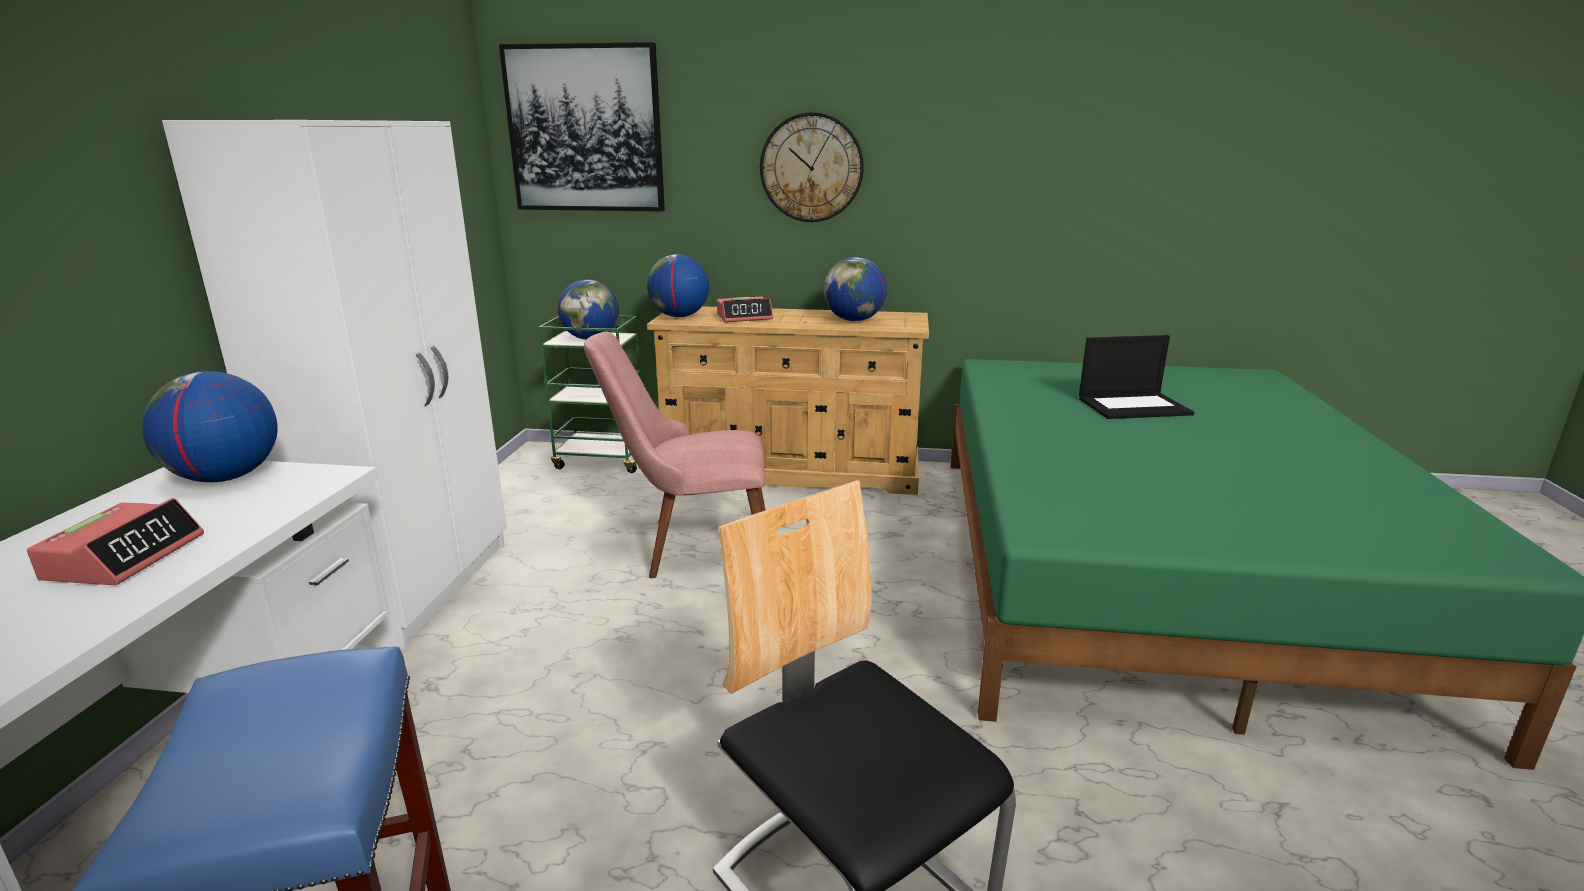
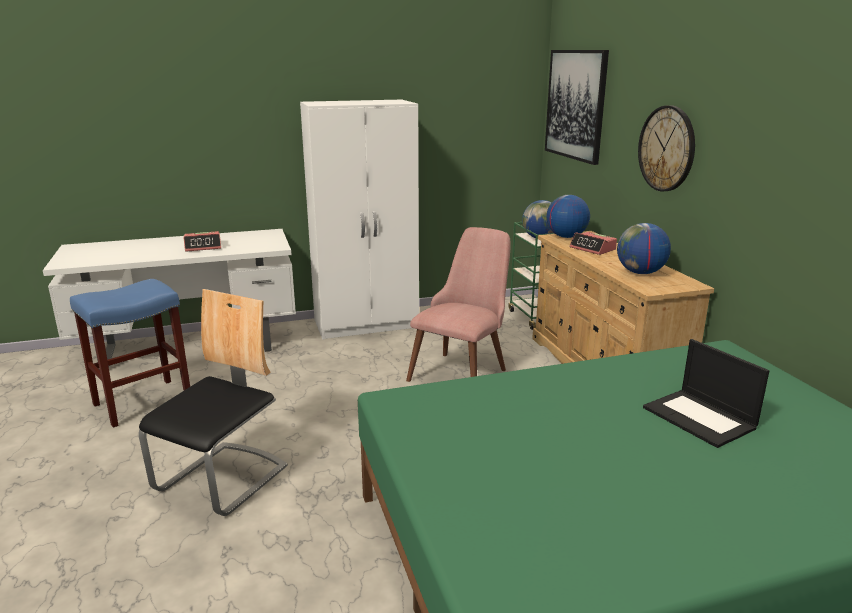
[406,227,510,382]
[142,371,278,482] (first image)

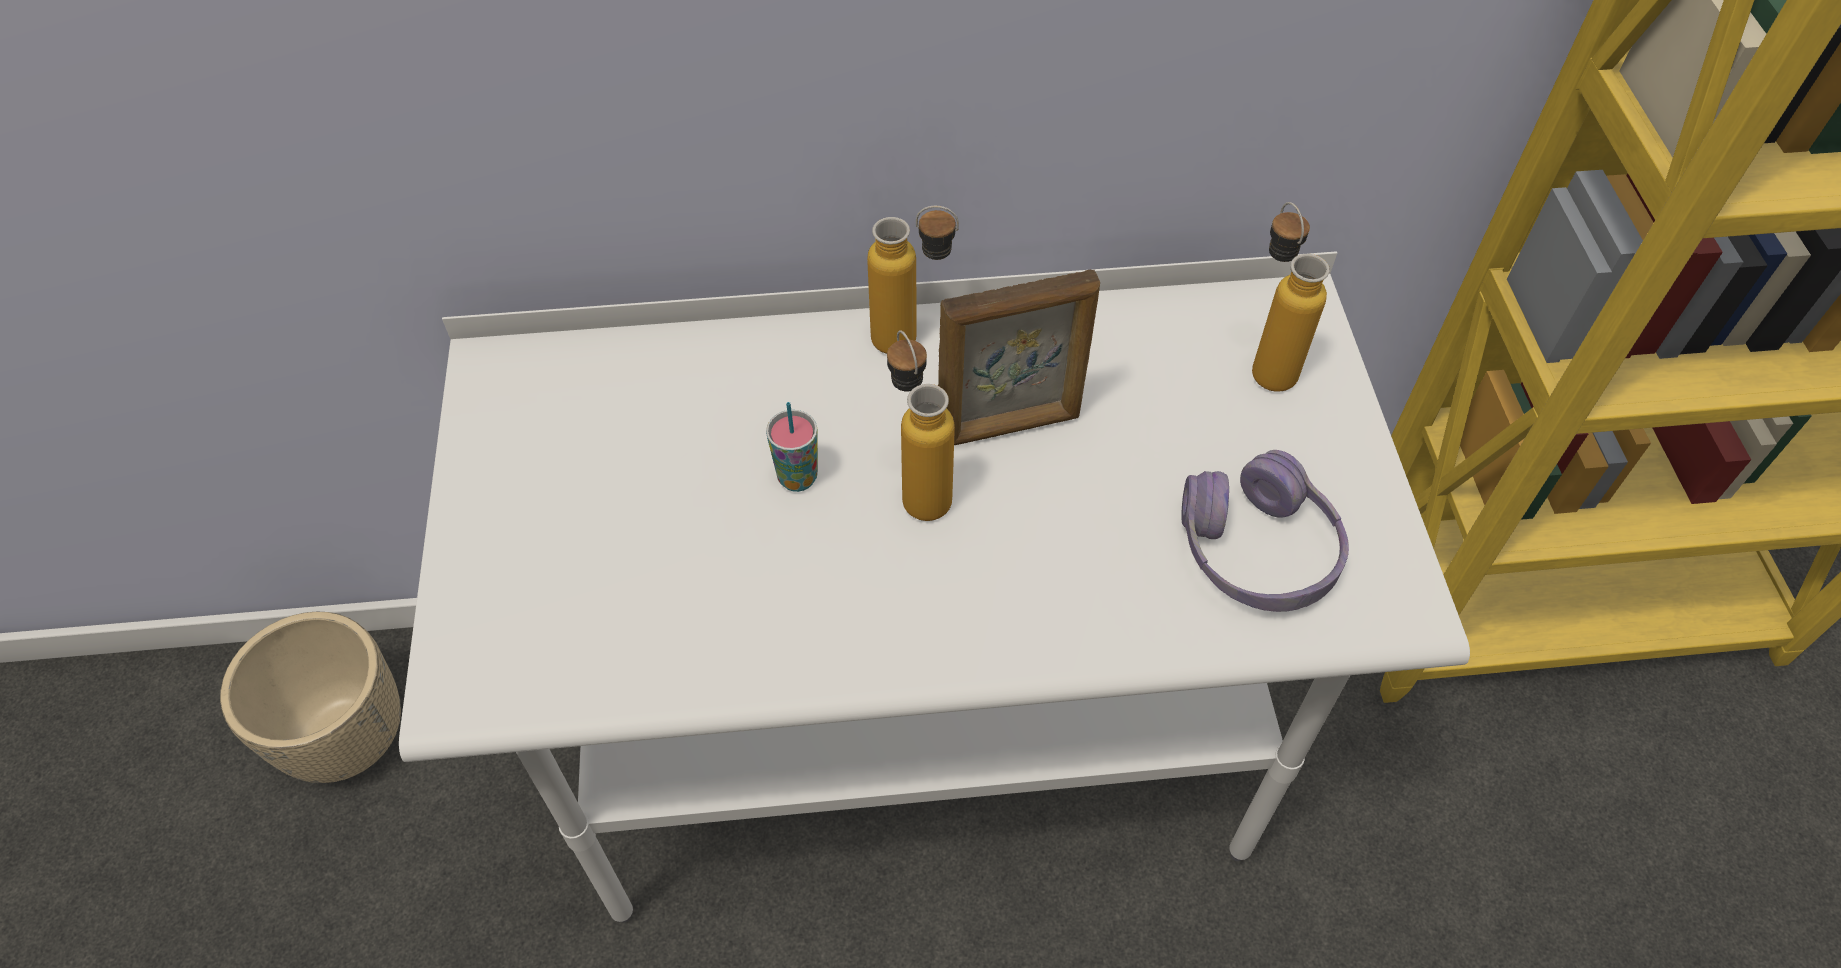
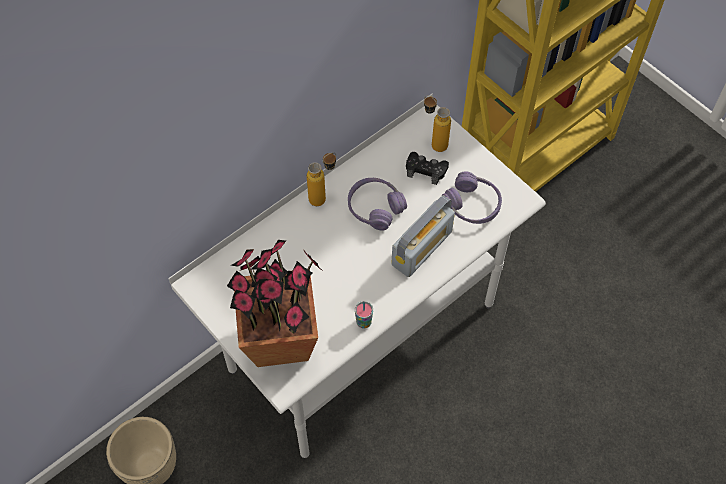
[348,178,407,231]
[887,330,955,521] (first image)
[355,301,373,328]
[406,152,449,185]
[391,195,455,277]
[227,240,322,367]

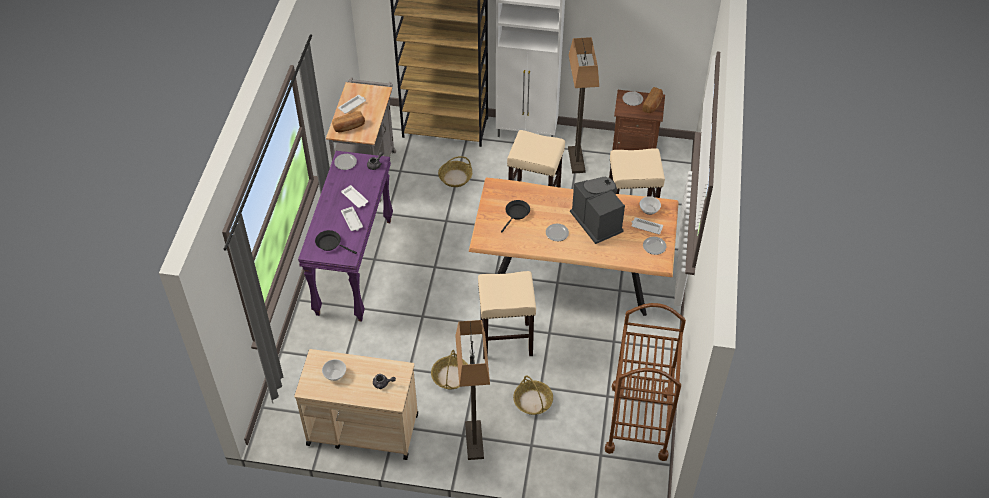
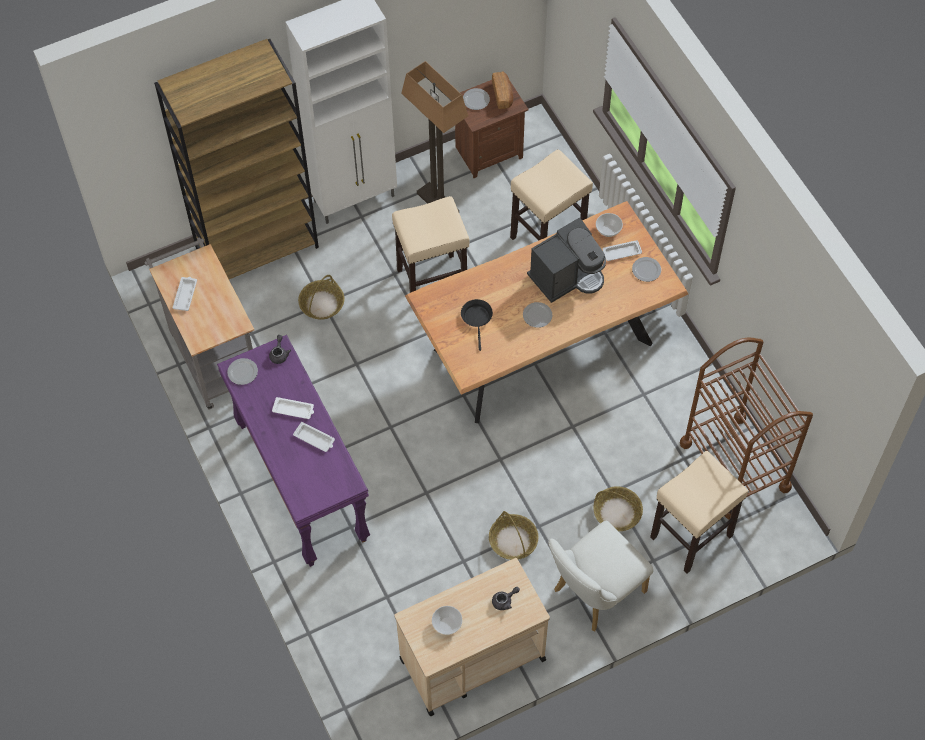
[332,111,365,132] (first image)
[527,217,606,303]
[315,230,357,254] (first image)
[650,451,748,574]
[549,521,654,631]

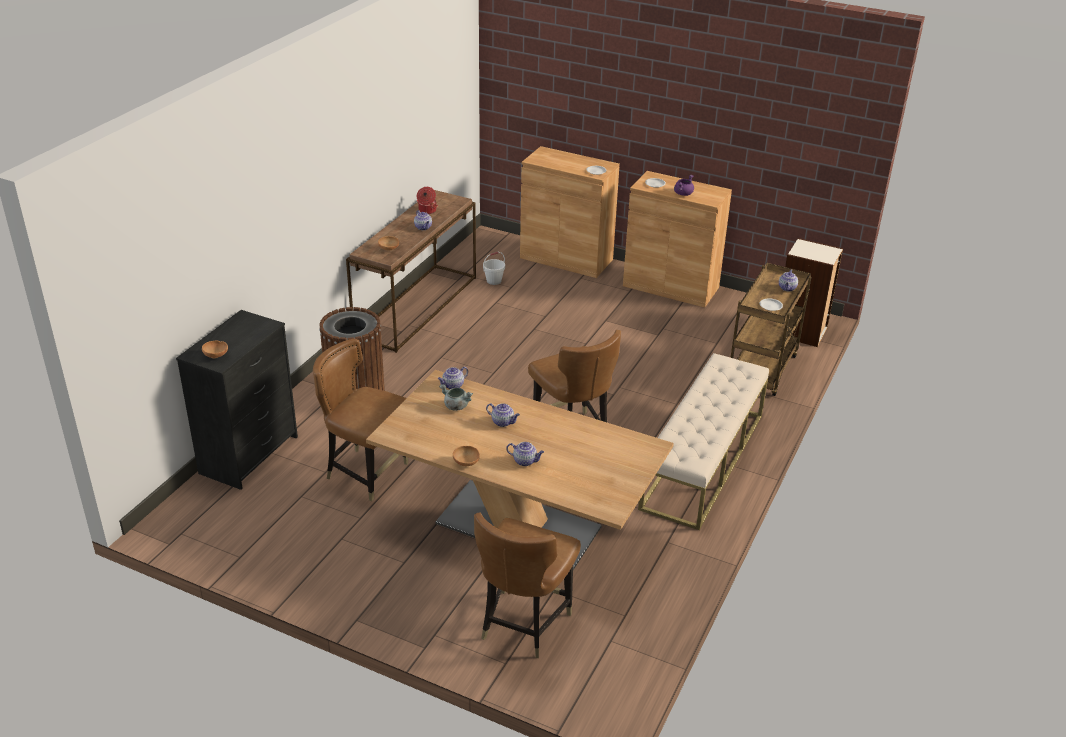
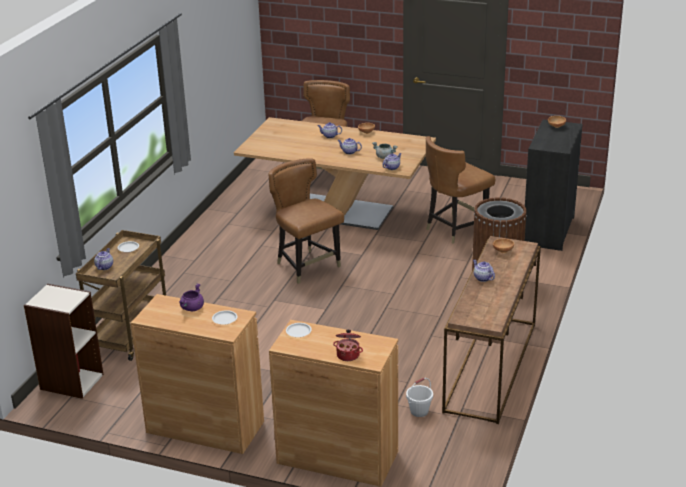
[333,330,363,361]
[426,136,495,244]
[638,353,769,530] (first image)

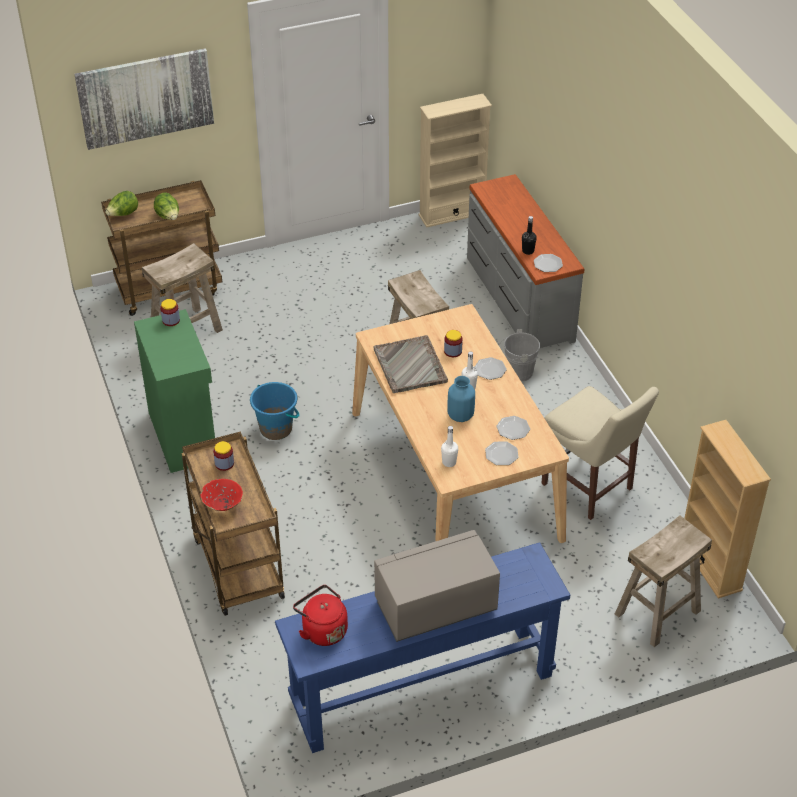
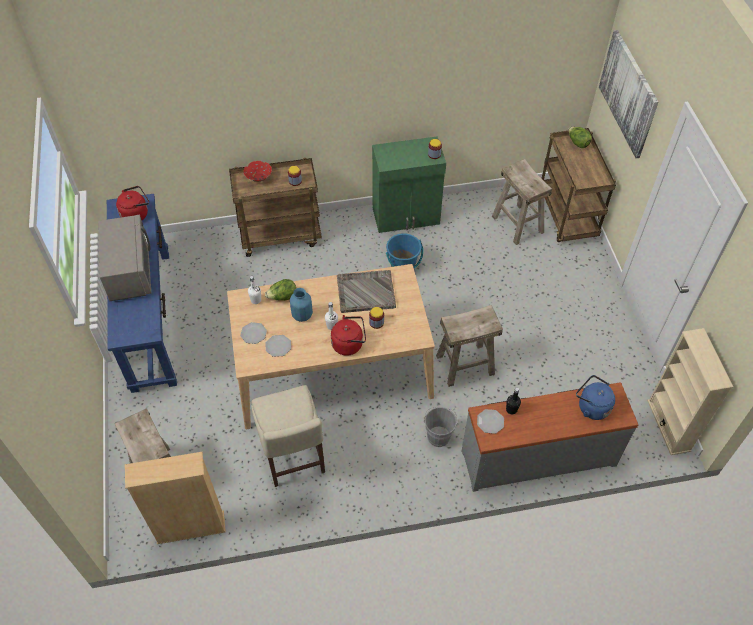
[265,279,296,301]
[331,315,366,355]
[251,385,325,487]
[576,375,615,420]

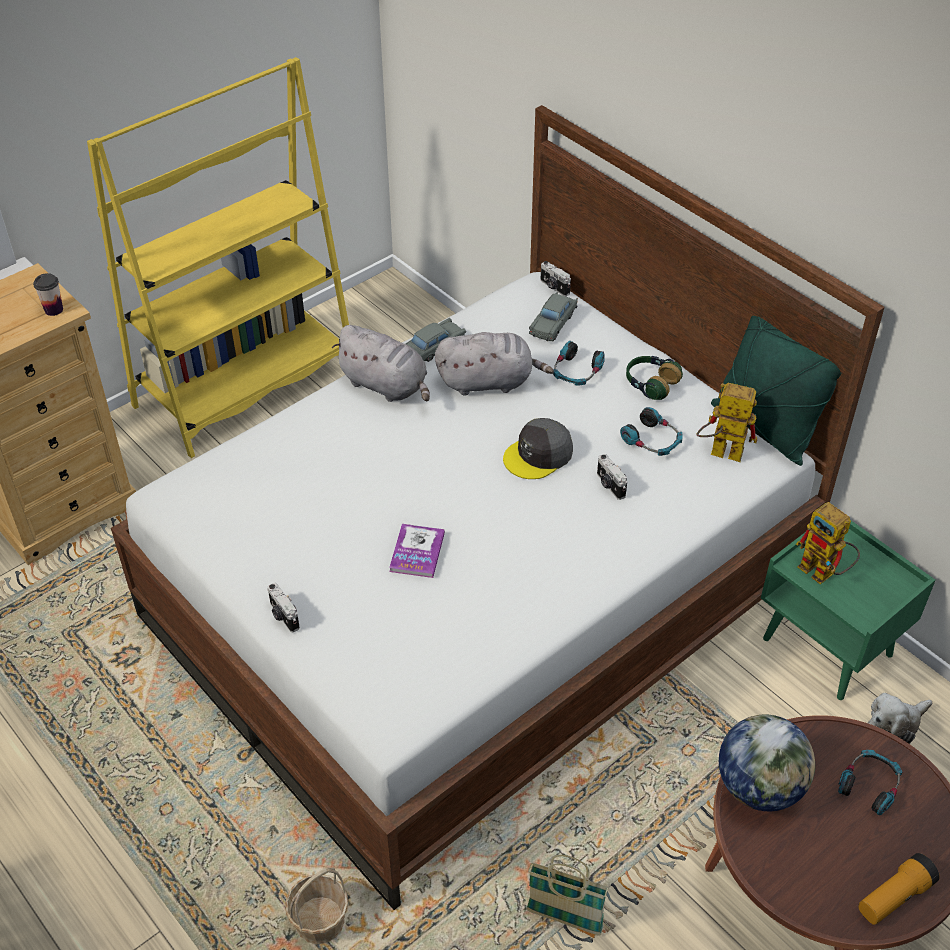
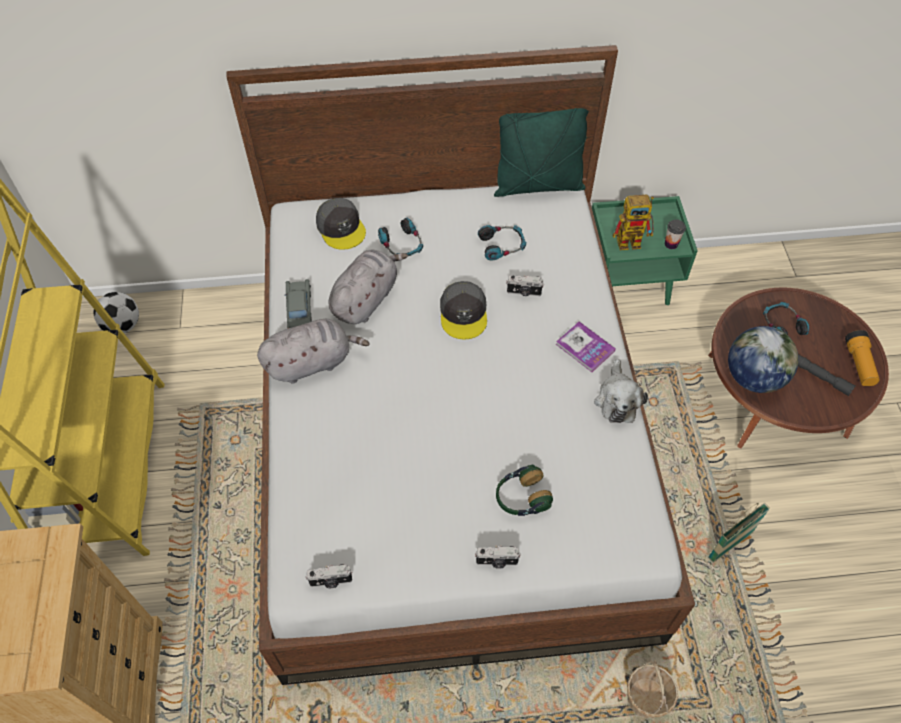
[306,564,352,588]
[665,219,686,249]
[316,198,366,250]
[496,465,553,516]
[696,383,757,462] (first image)
[556,322,616,372]
[594,359,648,423]
[93,292,139,333]
[798,354,855,396]

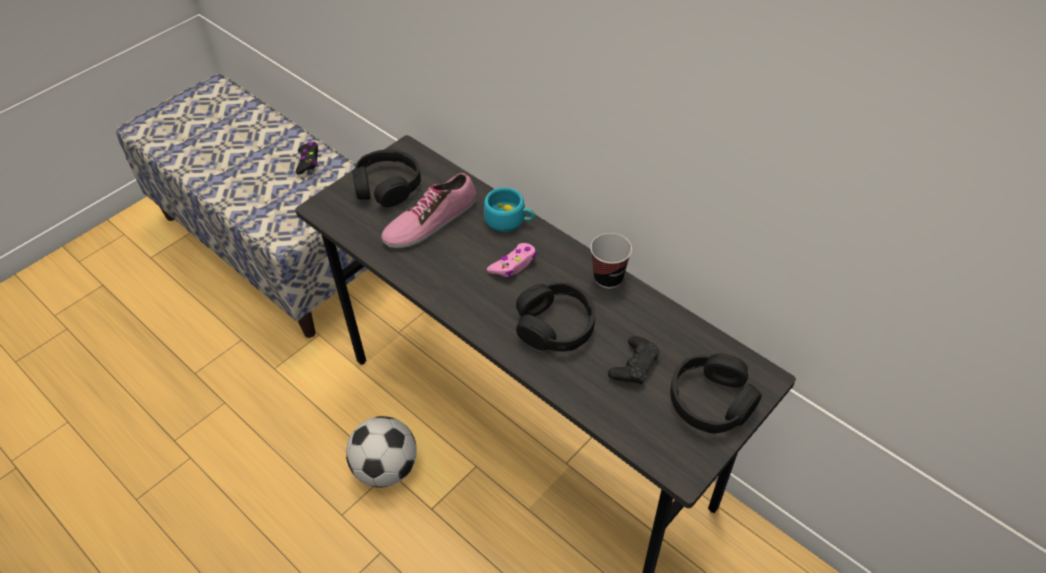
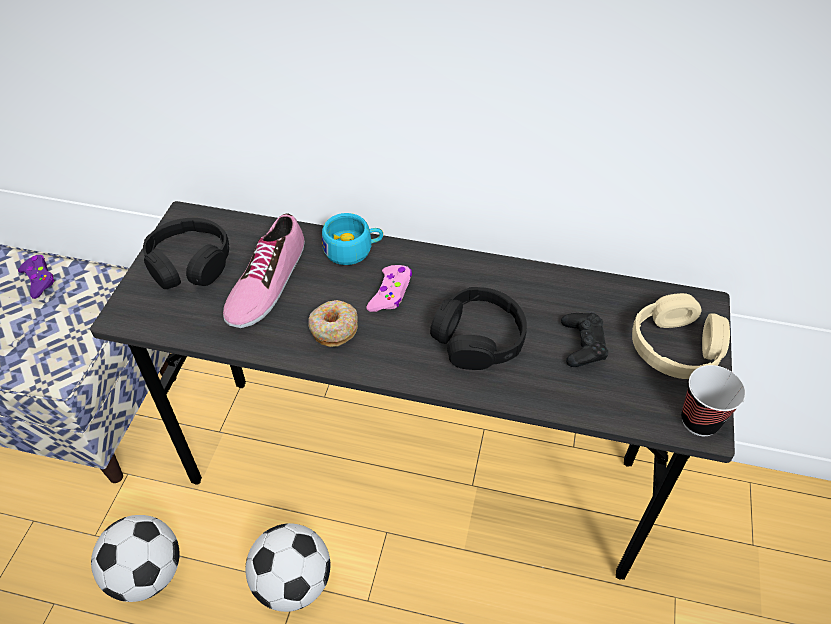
[18,255,55,299]
[681,365,746,436]
[632,293,730,379]
[308,300,358,347]
[91,515,180,602]

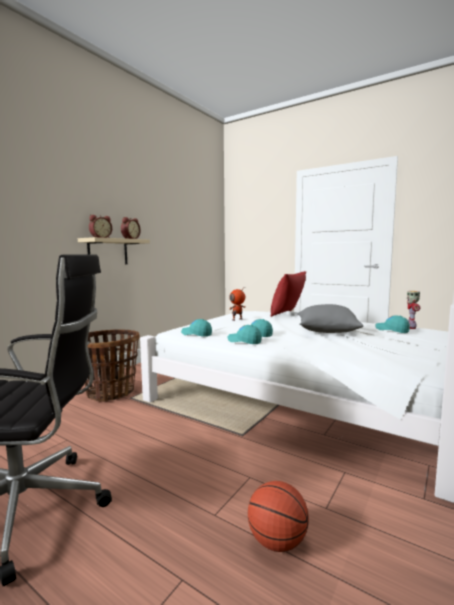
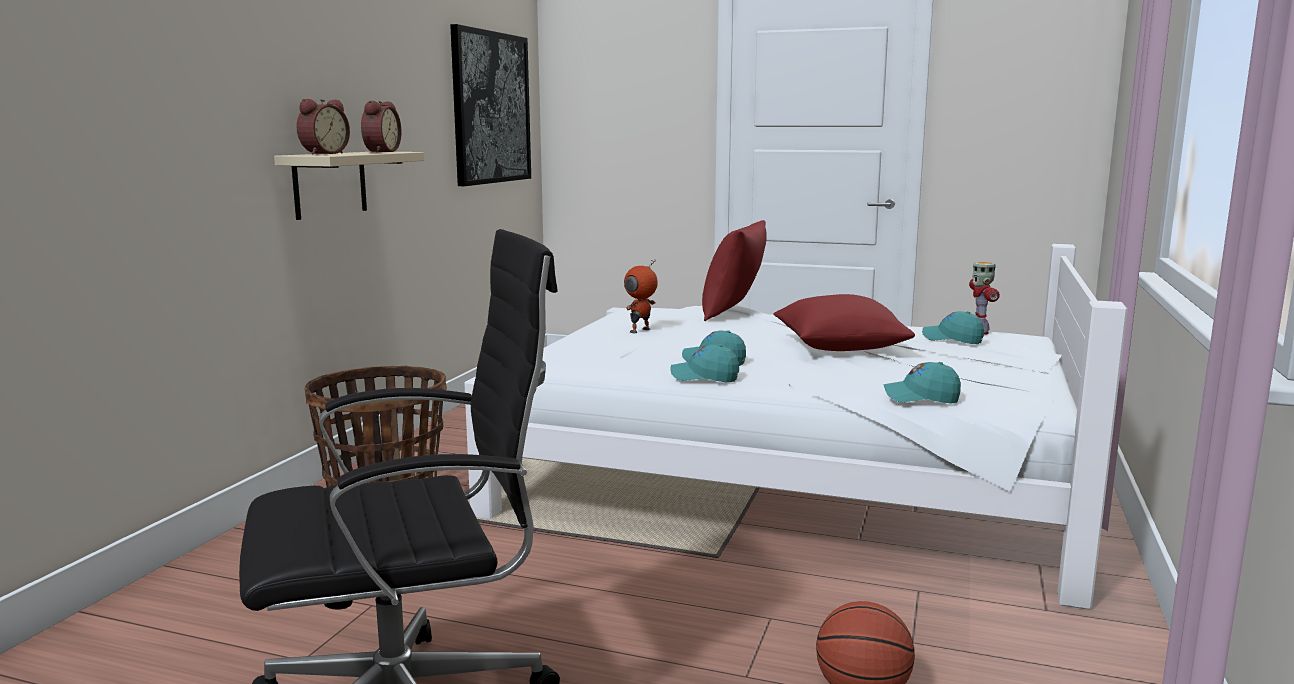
[773,294,915,351]
[883,362,961,404]
[450,24,531,186]

